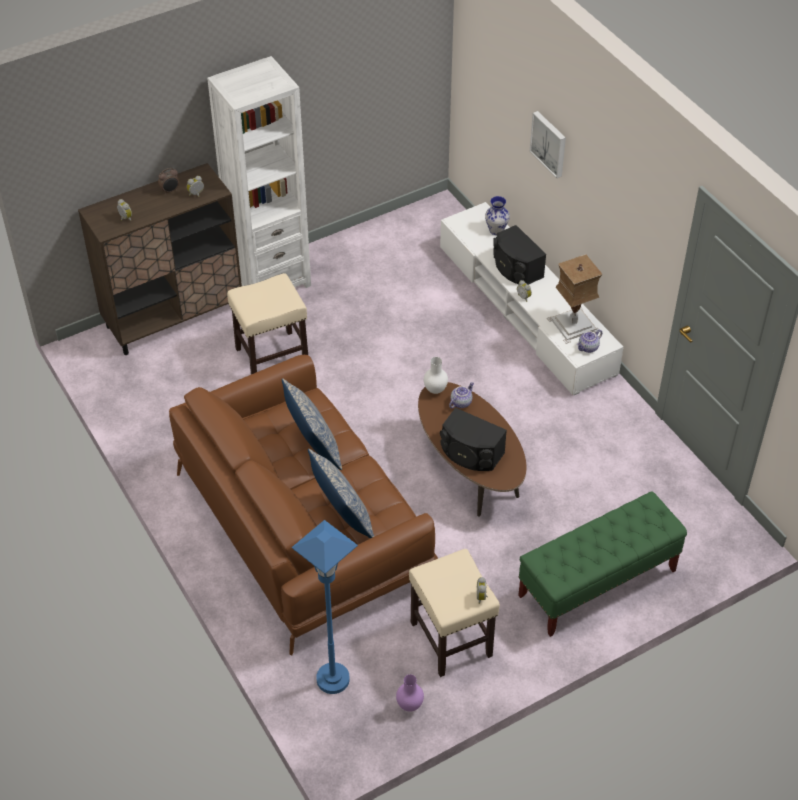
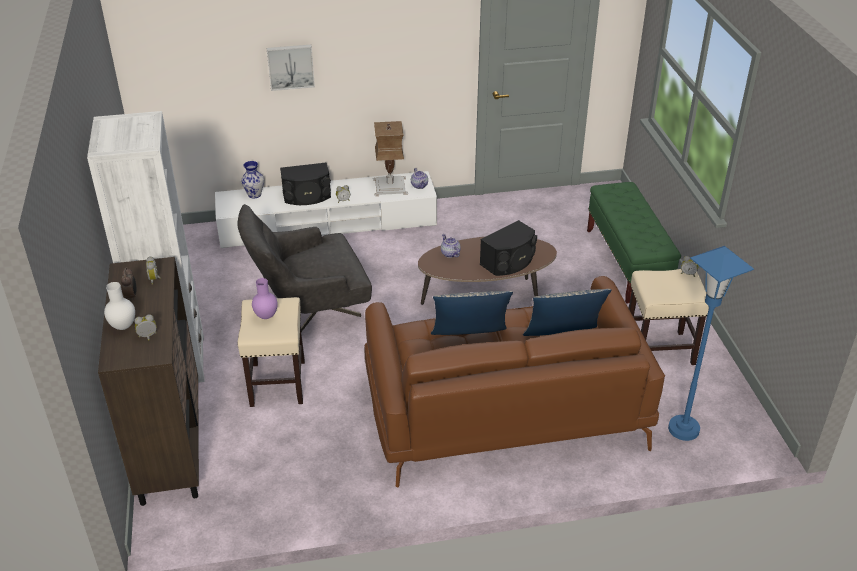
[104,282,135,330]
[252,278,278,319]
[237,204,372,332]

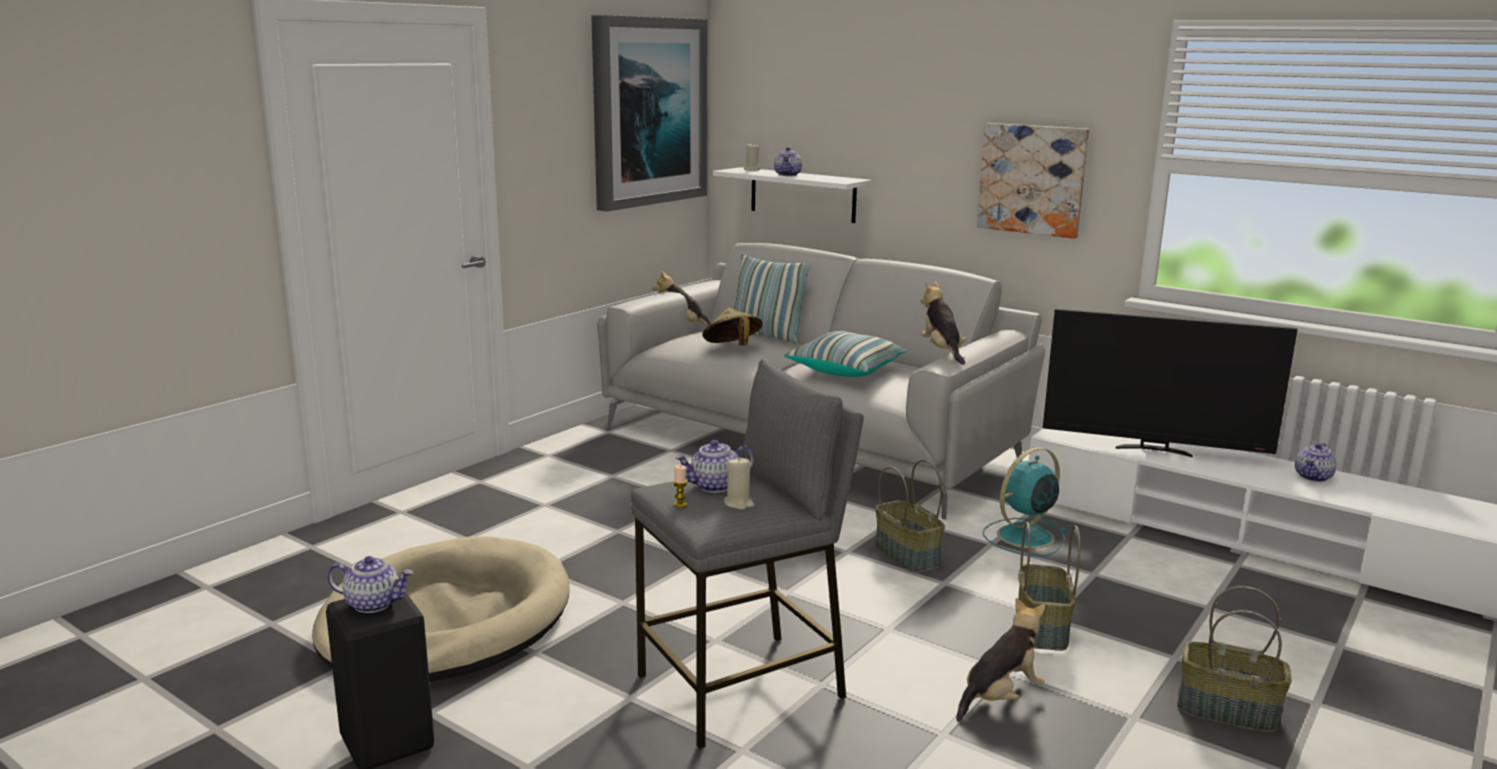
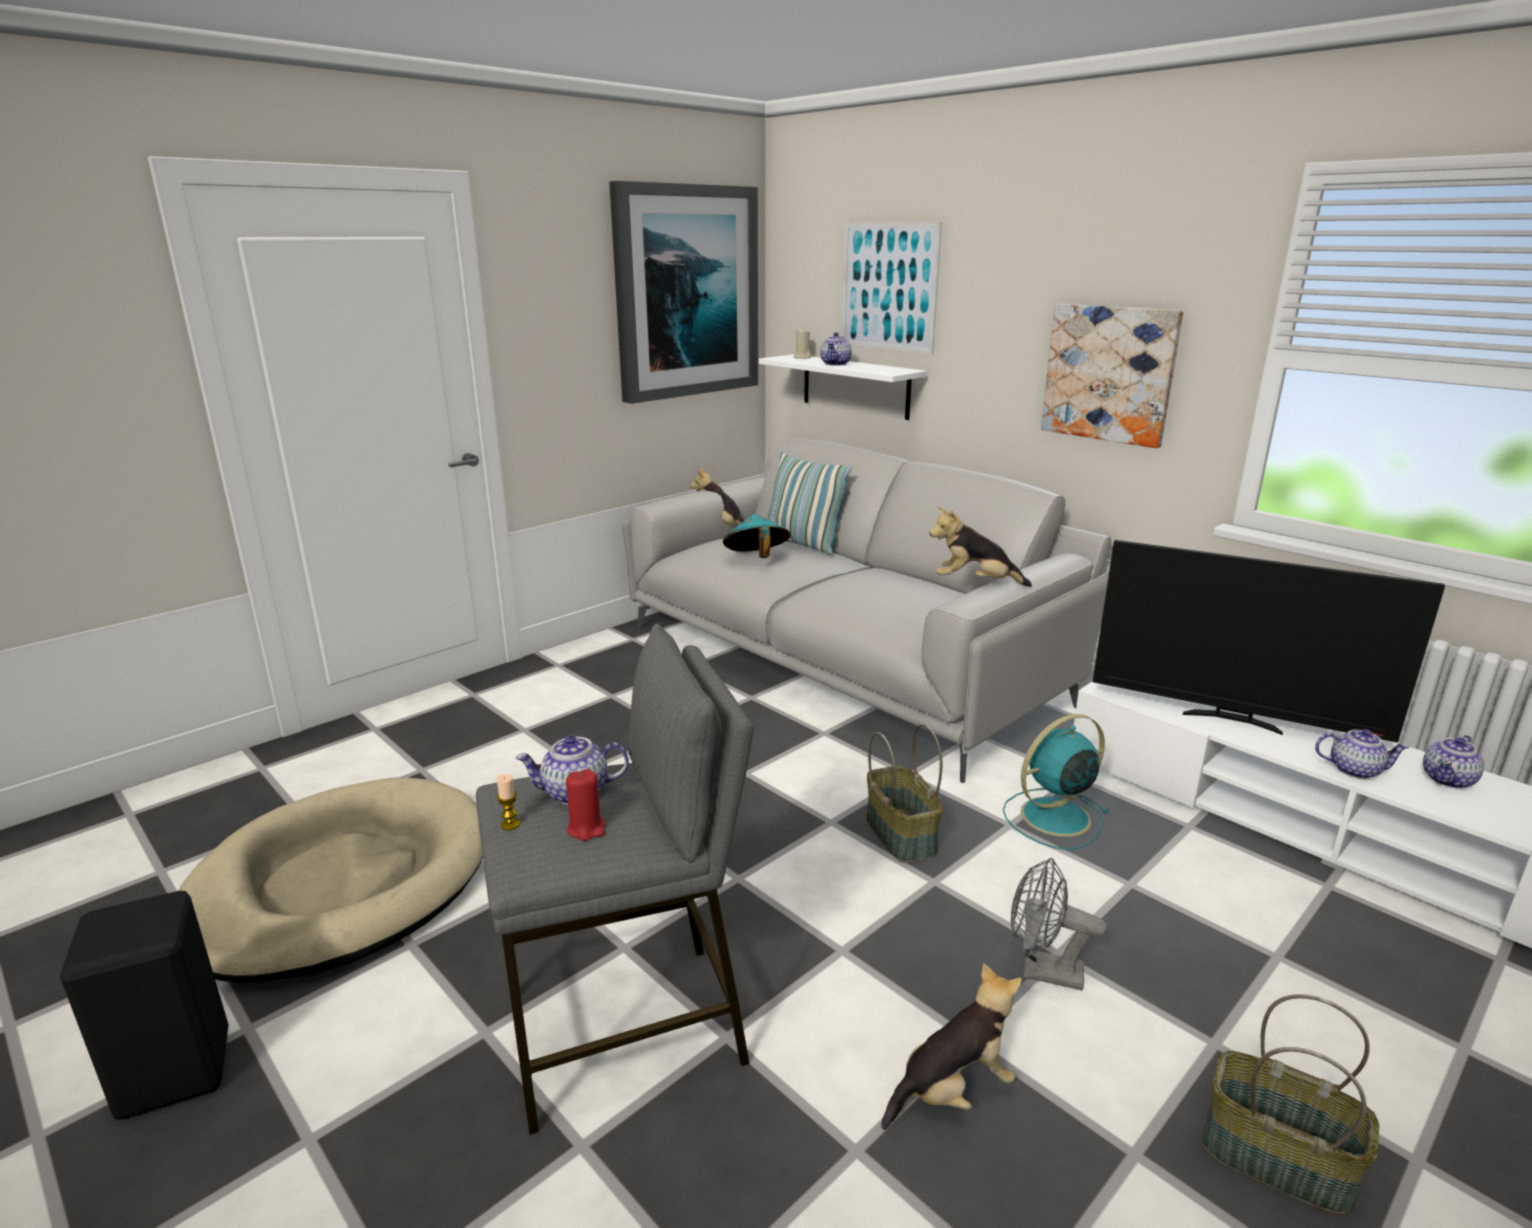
[929,506,1032,587]
[723,514,791,558]
[784,331,908,377] (first image)
[566,769,606,841]
[1011,858,1107,990]
[1315,729,1410,779]
[841,222,942,354]

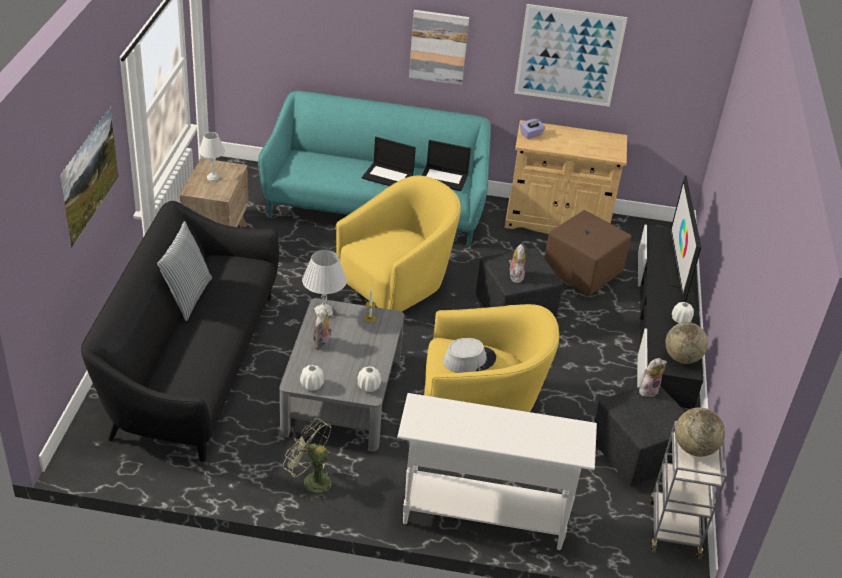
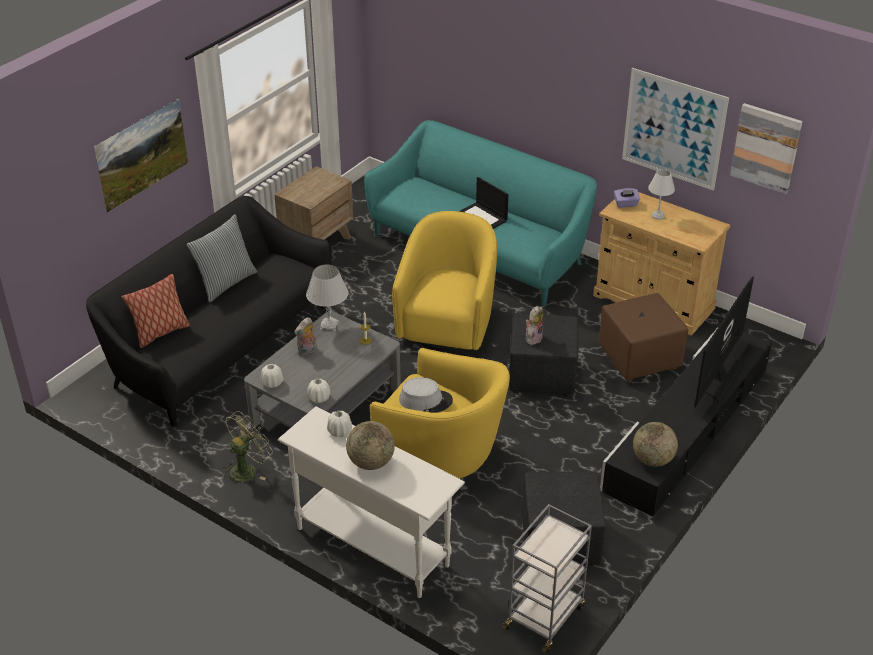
[730,103,803,194]
[648,169,675,220]
[421,140,471,191] (first image)
[392,211,497,351]
[327,410,352,437]
[639,358,667,397] (first image)
[346,421,395,470]
[222,411,273,482]
[121,274,190,348]

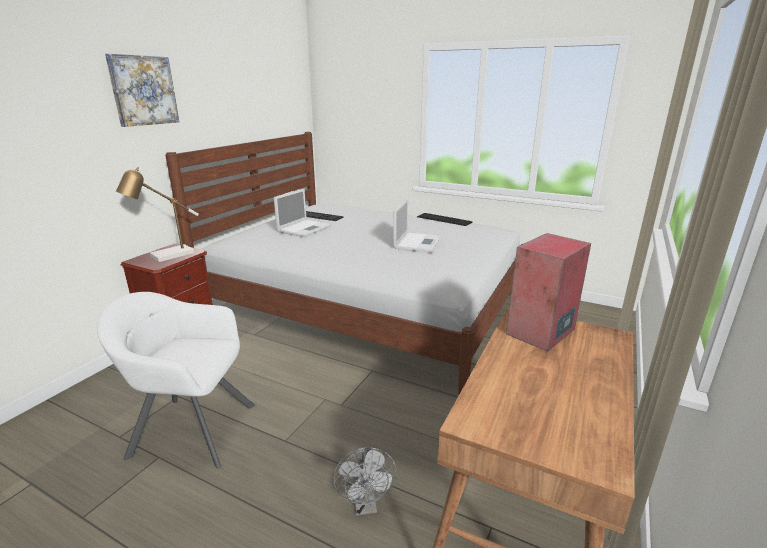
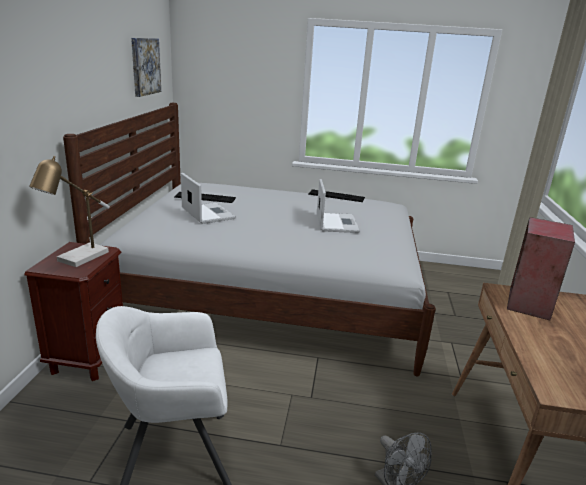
[131,38,161,97]
[181,173,236,224]

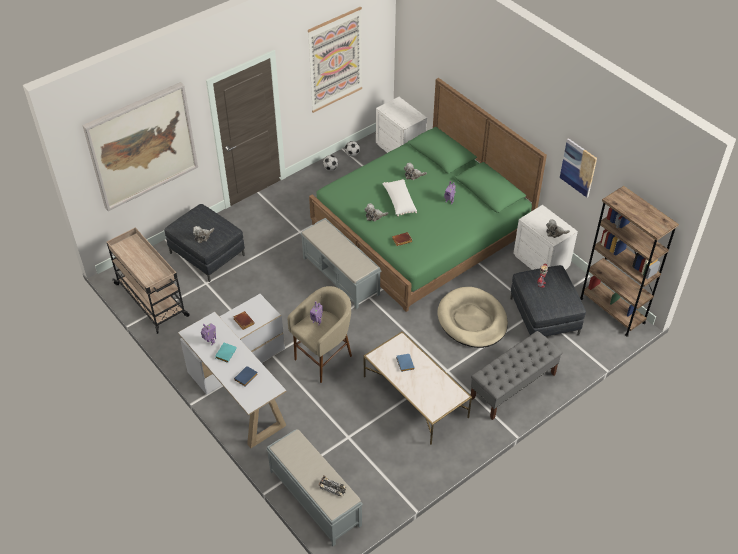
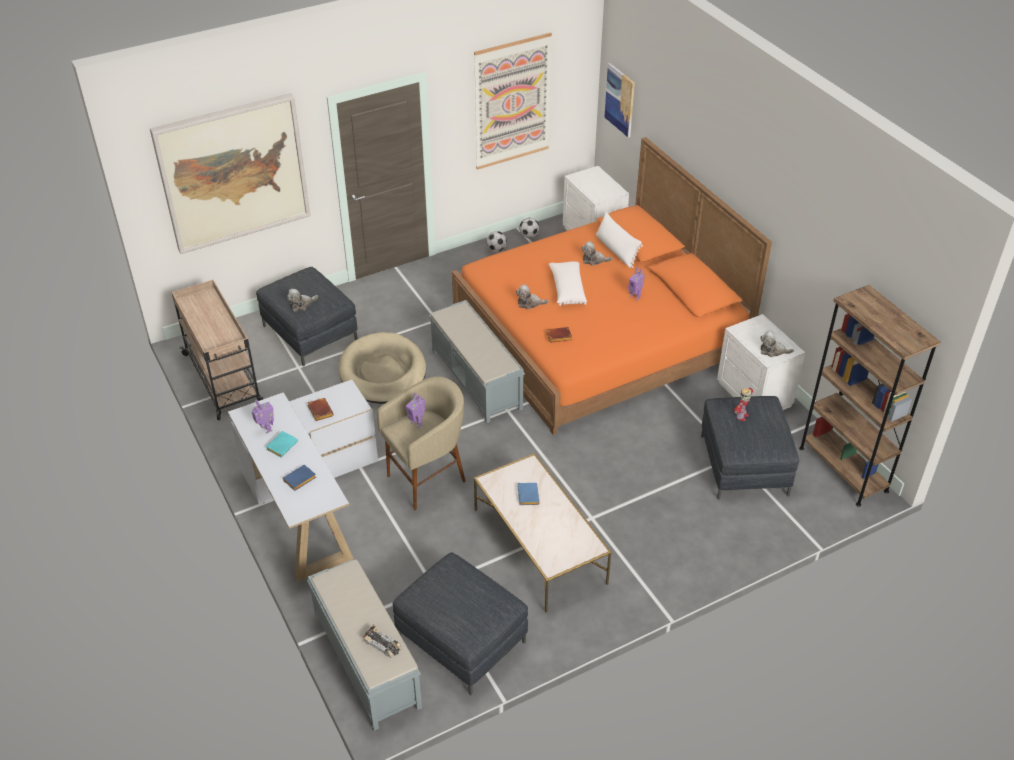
[452,137,772,435]
[605,63,635,138]
[339,332,426,404]
[470,331,563,420] (first image)
[596,212,643,268]
[393,552,528,695]

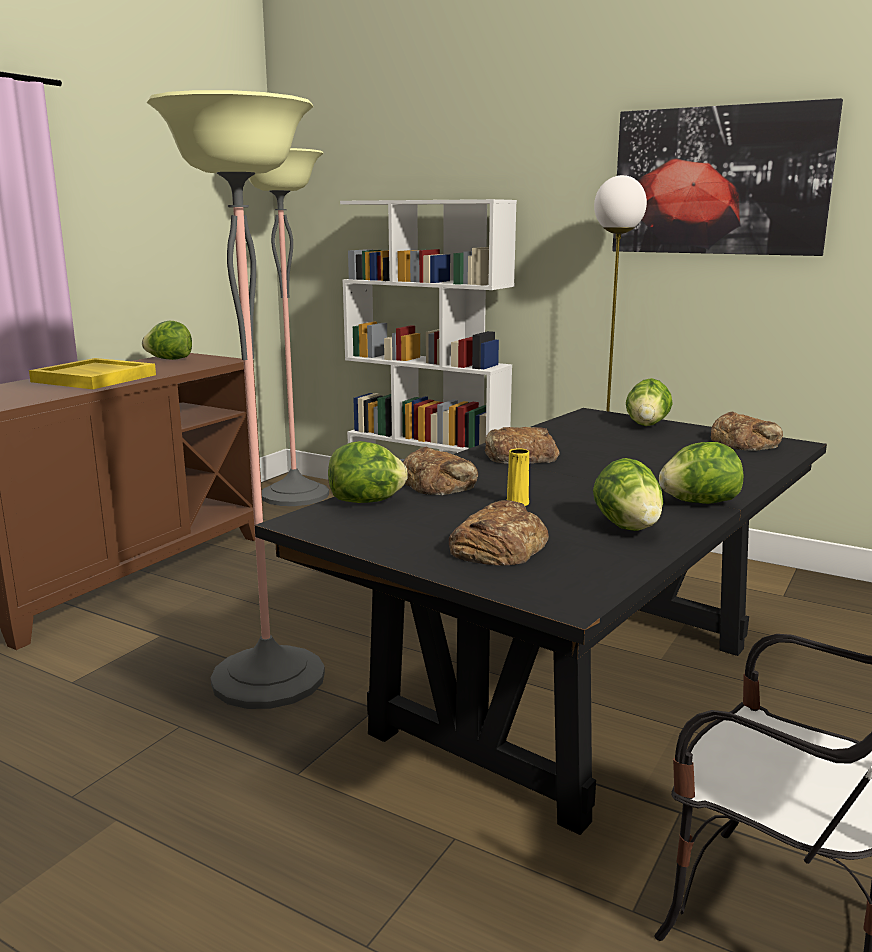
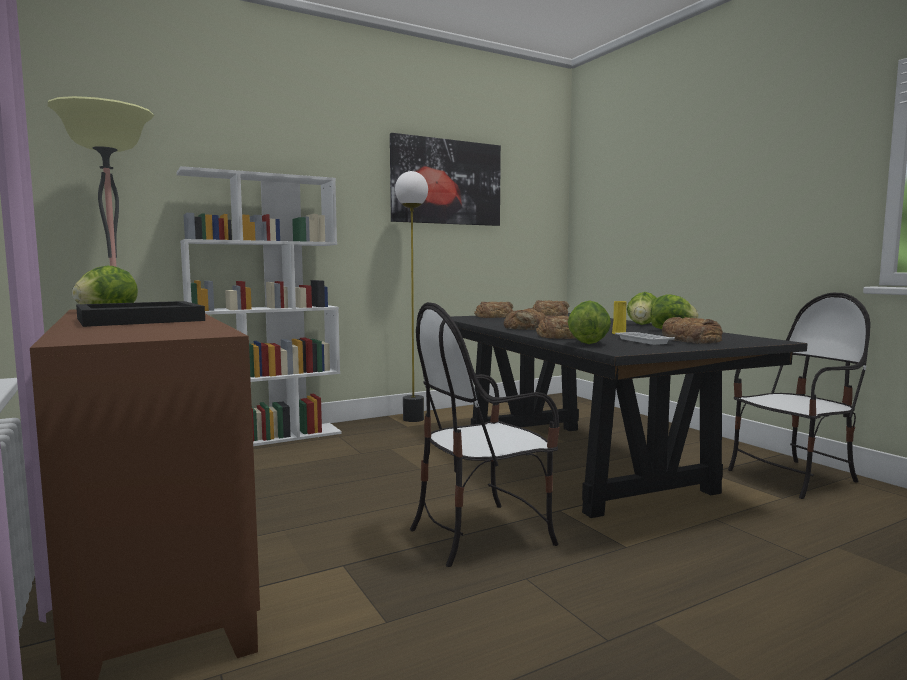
[410,302,560,567]
[76,301,205,327]
[474,302,513,318]
[615,332,675,345]

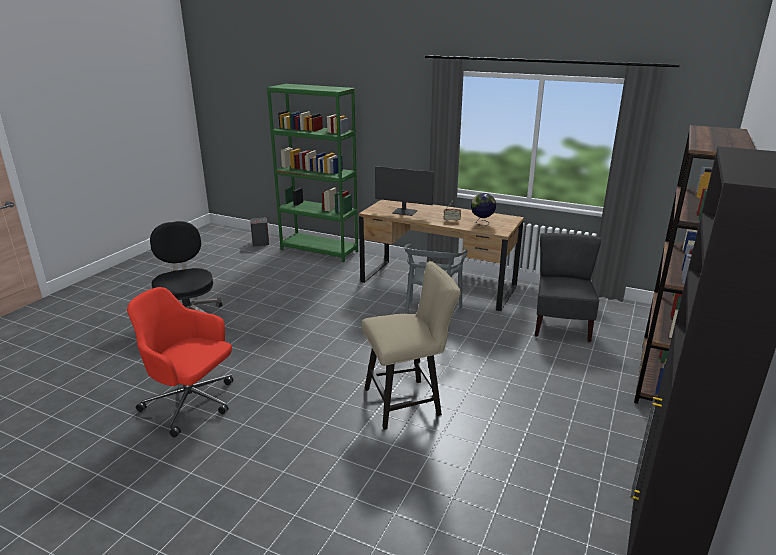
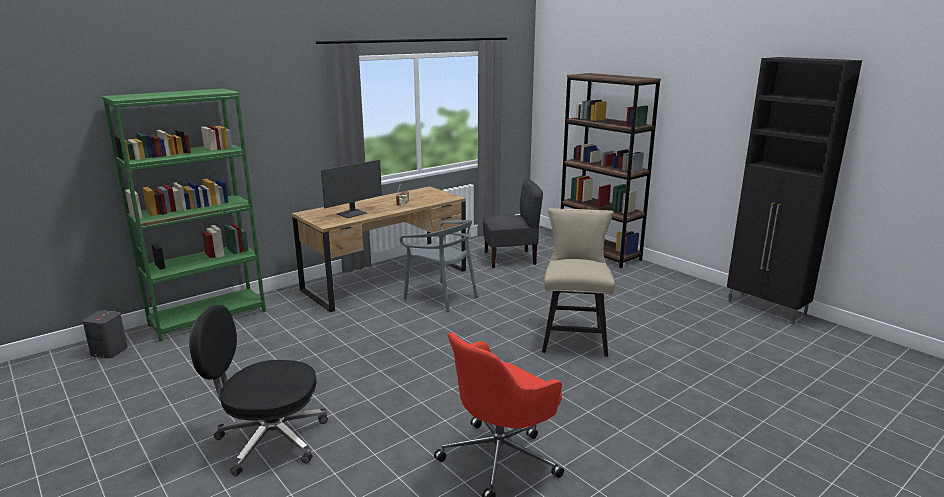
[471,193,496,226] (first image)
[483,180,543,268]

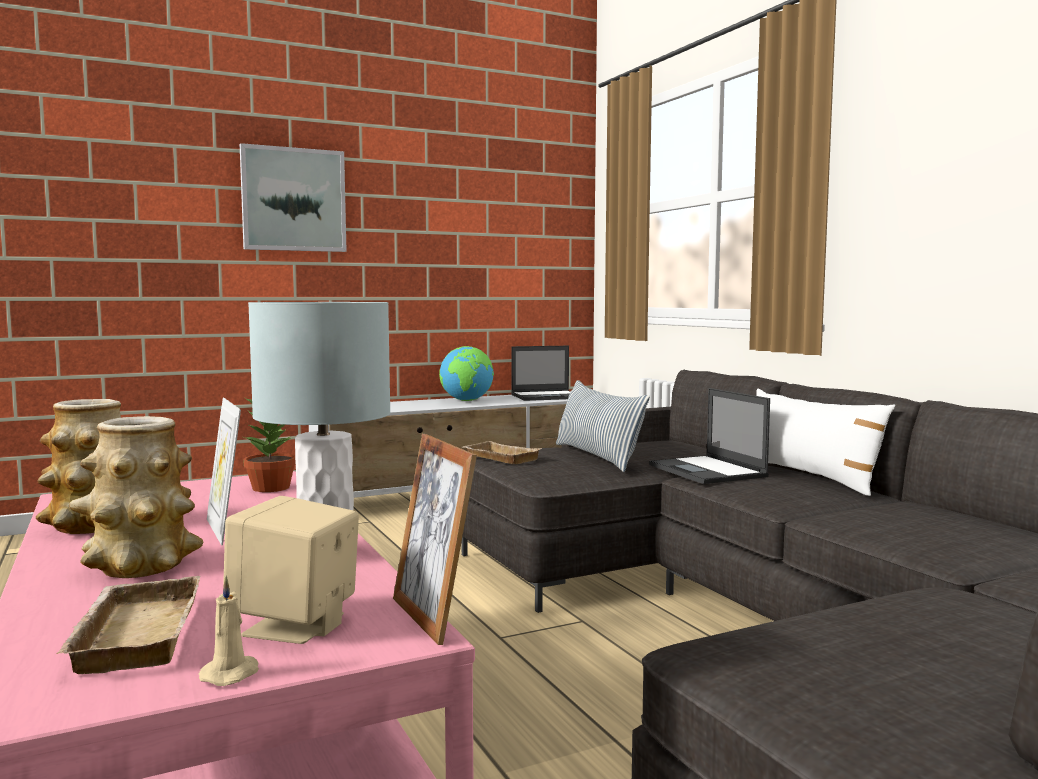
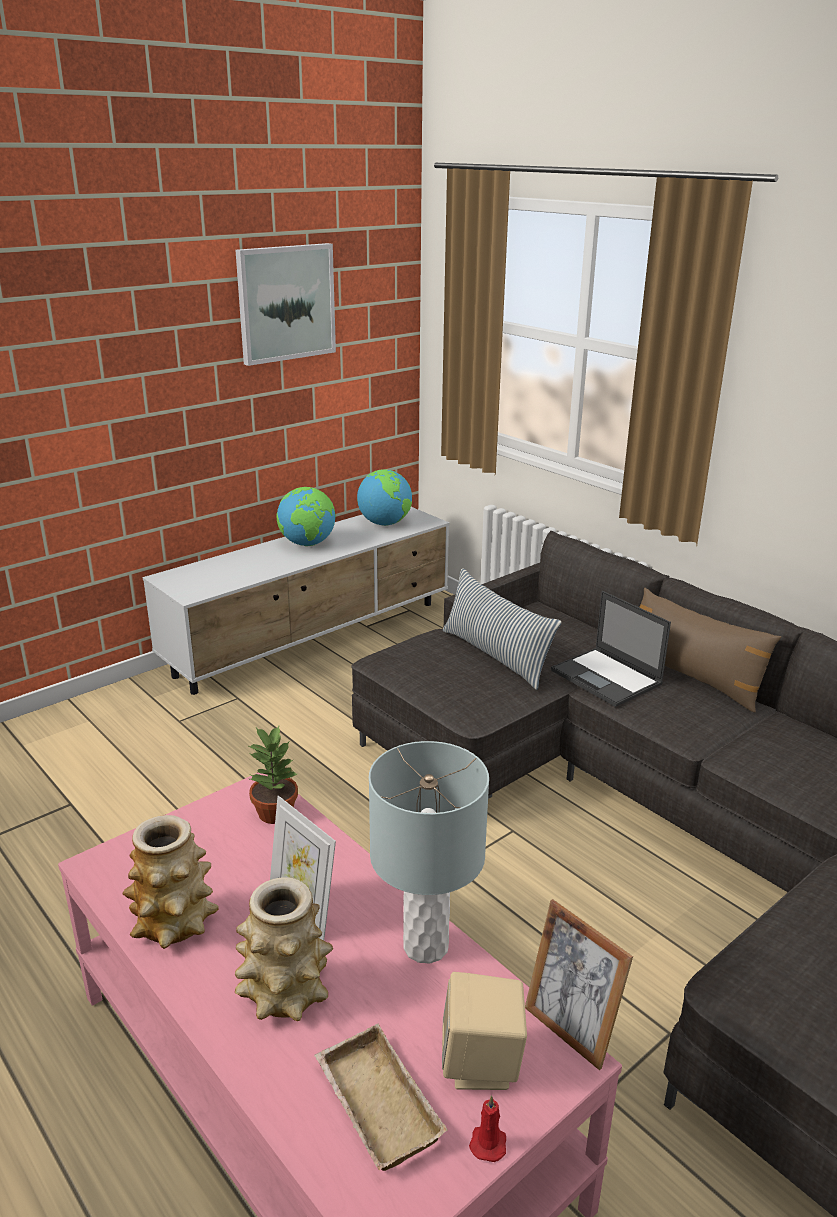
[236,243,336,366]
[357,469,412,526]
[639,588,781,712]
[463,441,542,464] (first image)
[469,1095,506,1162]

